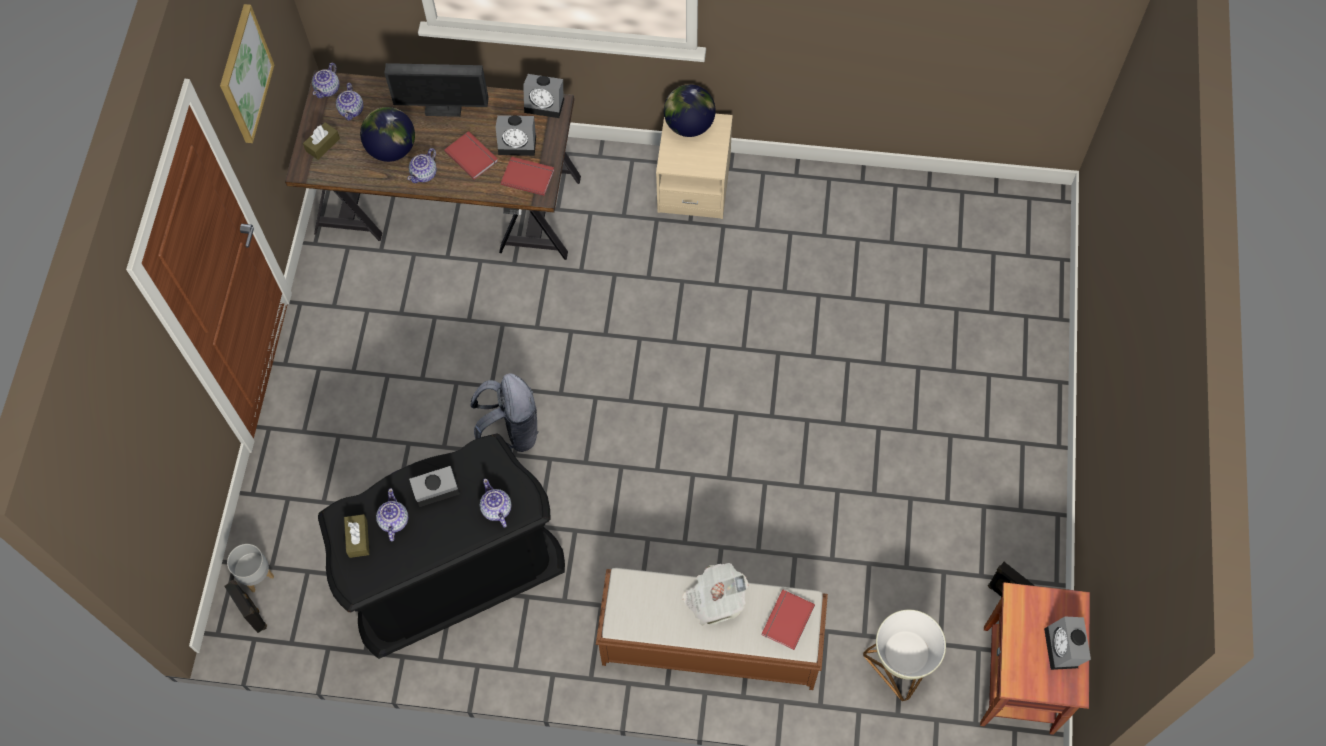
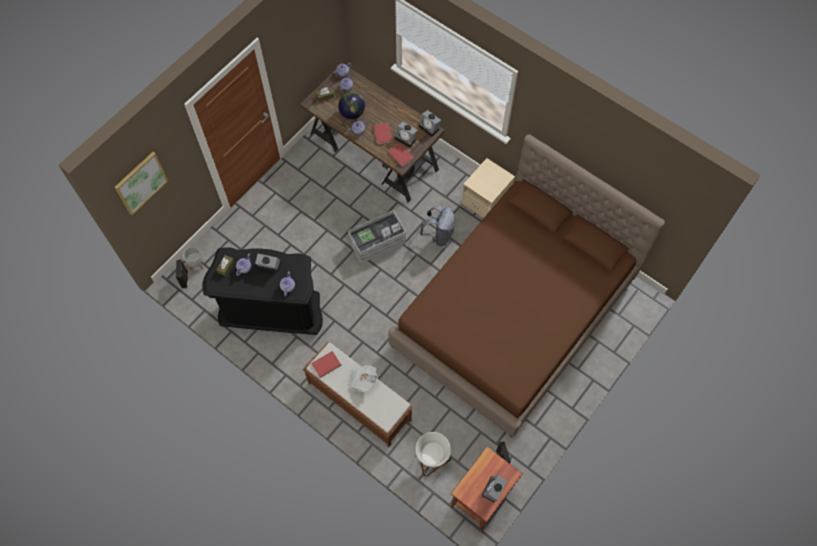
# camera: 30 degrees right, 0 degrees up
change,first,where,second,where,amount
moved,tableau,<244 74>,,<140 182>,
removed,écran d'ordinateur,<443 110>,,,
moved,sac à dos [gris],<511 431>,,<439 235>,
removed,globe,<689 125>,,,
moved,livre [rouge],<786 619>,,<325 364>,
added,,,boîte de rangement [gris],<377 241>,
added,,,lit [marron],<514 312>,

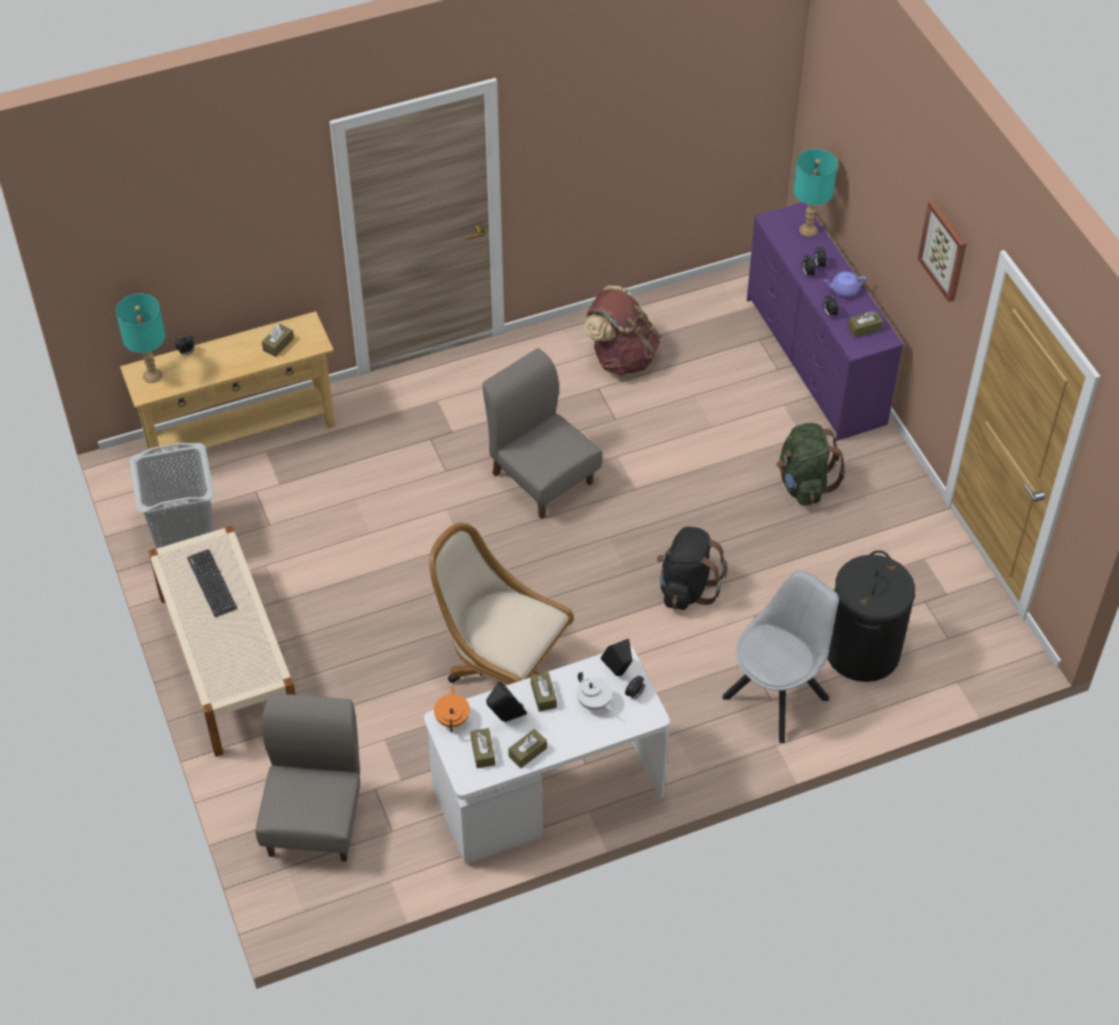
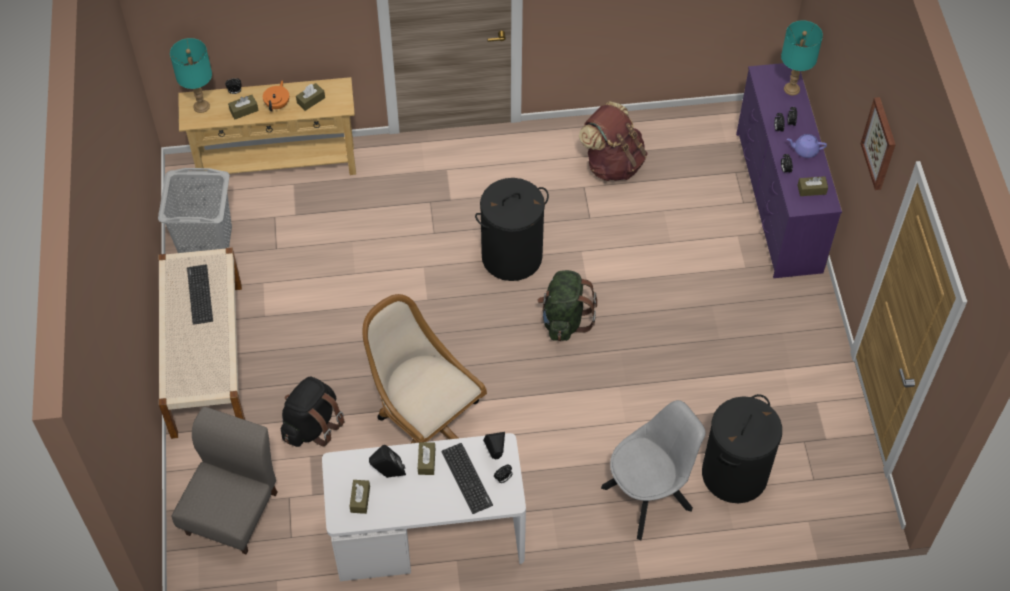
# camera: 15 degrees right, 5 degrees up
change,first,where,second,where,amount
moved,théière [orange],<453 719>,,<278 104>,
replaced,chaise [gris],<542 477>,panier à linge [noir],<512 256>,
moved,boîte à mouchoirs [marron],<527 752>,,<244 110>,
replaced,théière [blanc],<594 703>,clavier,<467 478>,
moved,sac à dos [noir],<686 588>,,<312 425>,
moved,sac à dos [vert],<804 484>,,<564 320>,

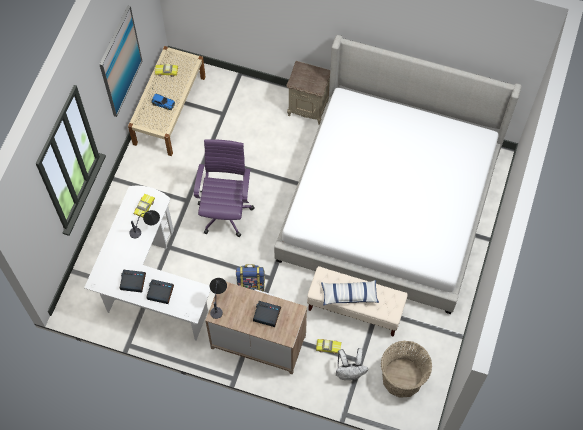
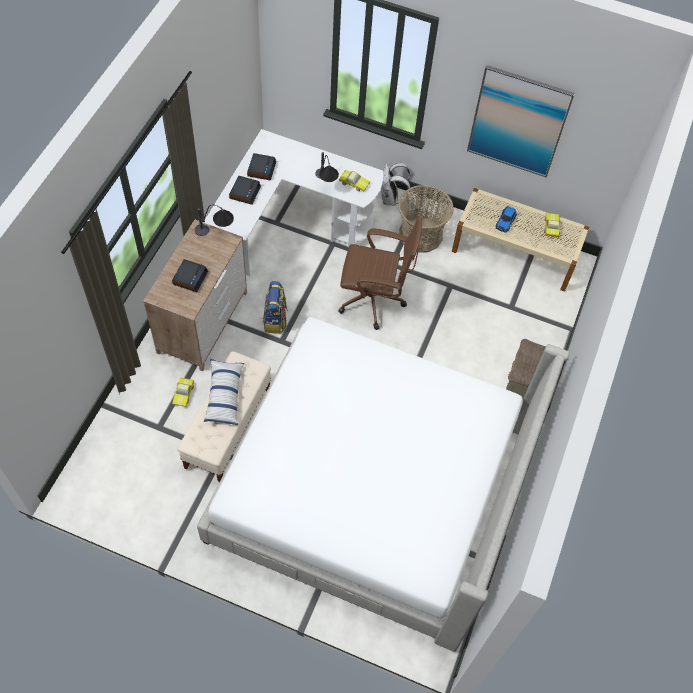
# camera: 90 degrees right, 5 degrees down
change,first,where,second,where,amount
recoloured,chaise de bureau [violet],<225 211>,chaise de bureau [marron],<375 301>,
moved,sac à dos [blanc],<349 372>,,<391 199>,
moved,panier,<402 378>,,<420 235>,

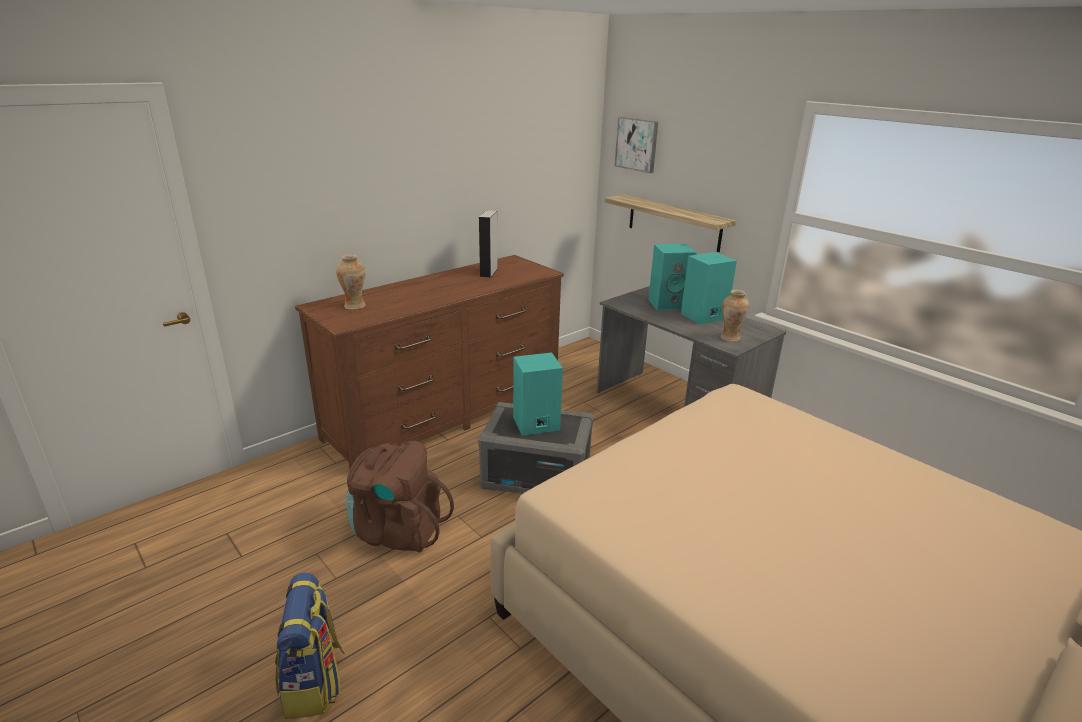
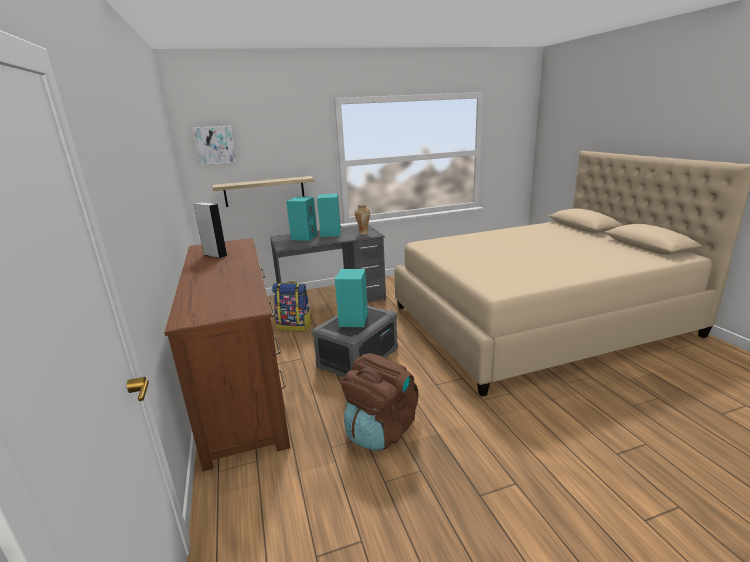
# camera: 65 degrees left, 5 degrees down
change,first,where,second,where,amount
moved,sac à dos,<314 683>,,<295 326>,
removed,vase,<354 306>,,,

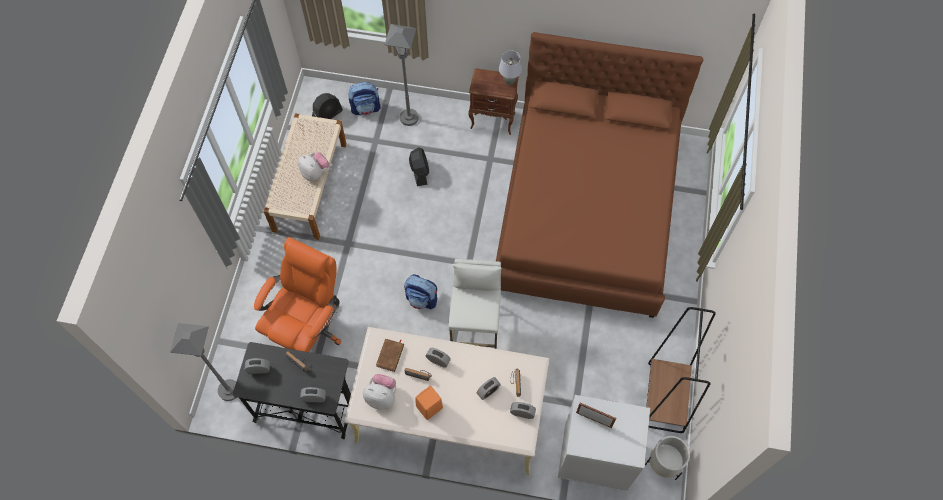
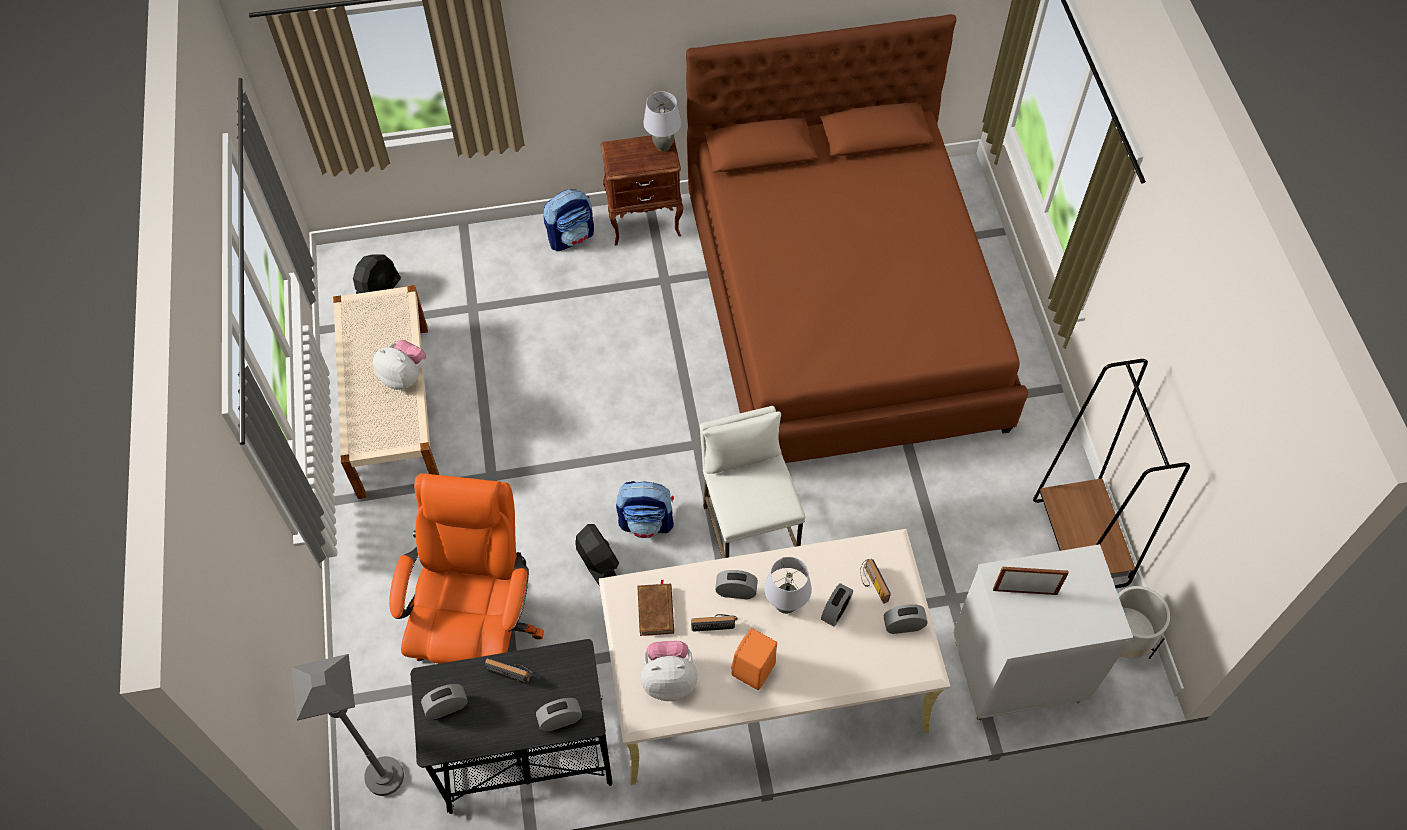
# camera: 20 degrees left, 5 degrees down
change,first,where,second,where,amount
moved,sac à dos,<366 108>,,<571 237>,
removed,lampadaire [gris],<409 118>,,,
moved,ventilateur [noir],<419 171>,,<598 564>,
added,,,lampe de table [gris],<785 605>,

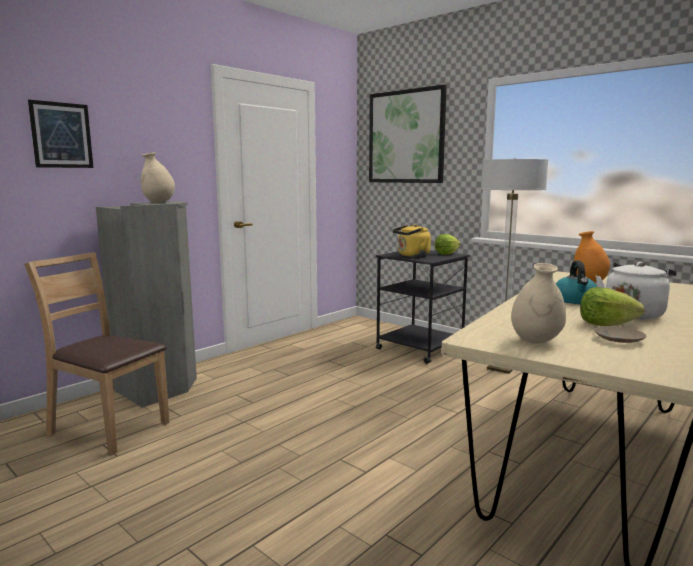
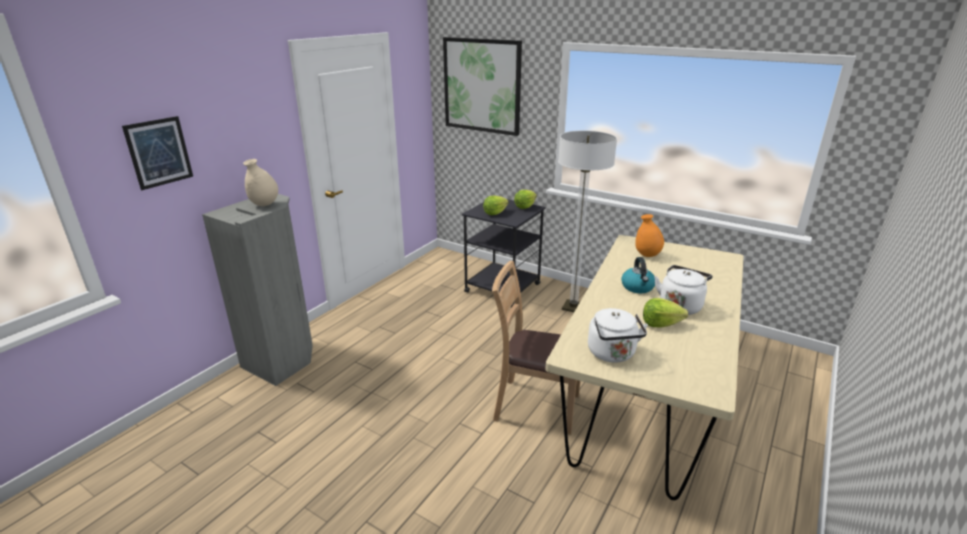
# camera: 10 degrees left, 15 degrees up
change,first,where,second,where,amount
moved,chaise [marron],<109 427>,,<535 406>,
replaced,bouilloire [jaune],<412 255>,laitue,<495 213>,
replaced,vase [beige],<536 341>,bouilloire [blanc],<613 354>,
removed,assiette [beige],<618 339>,,,

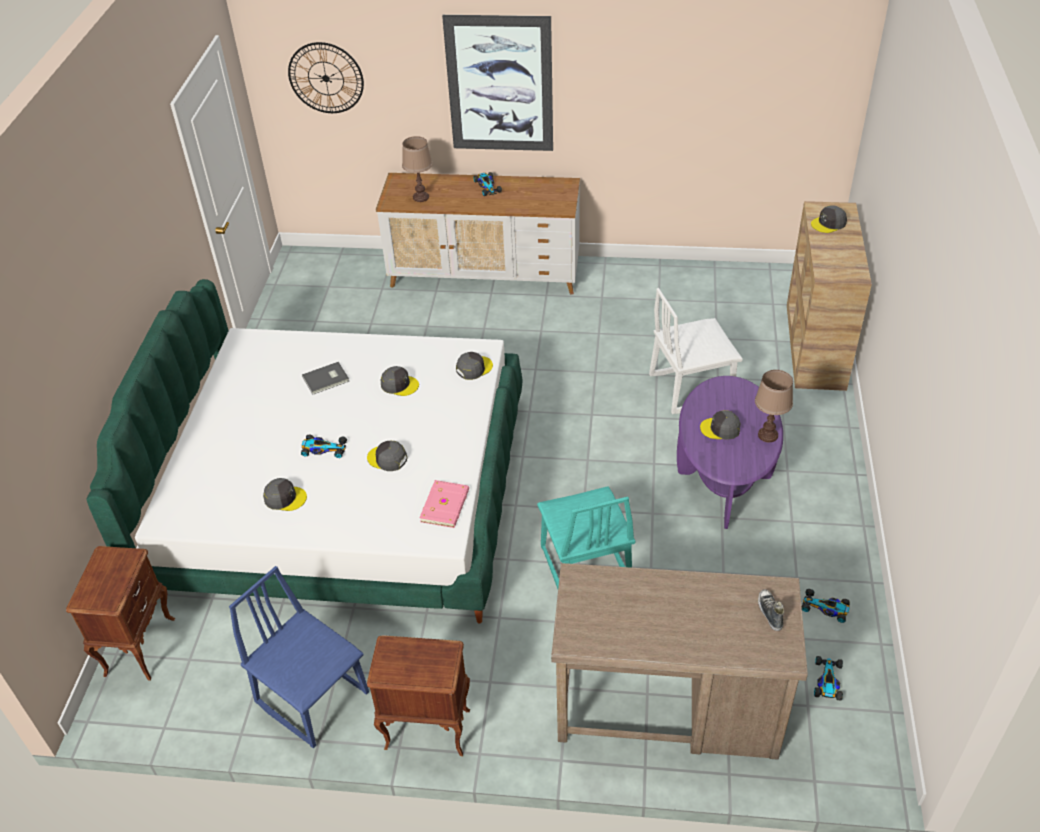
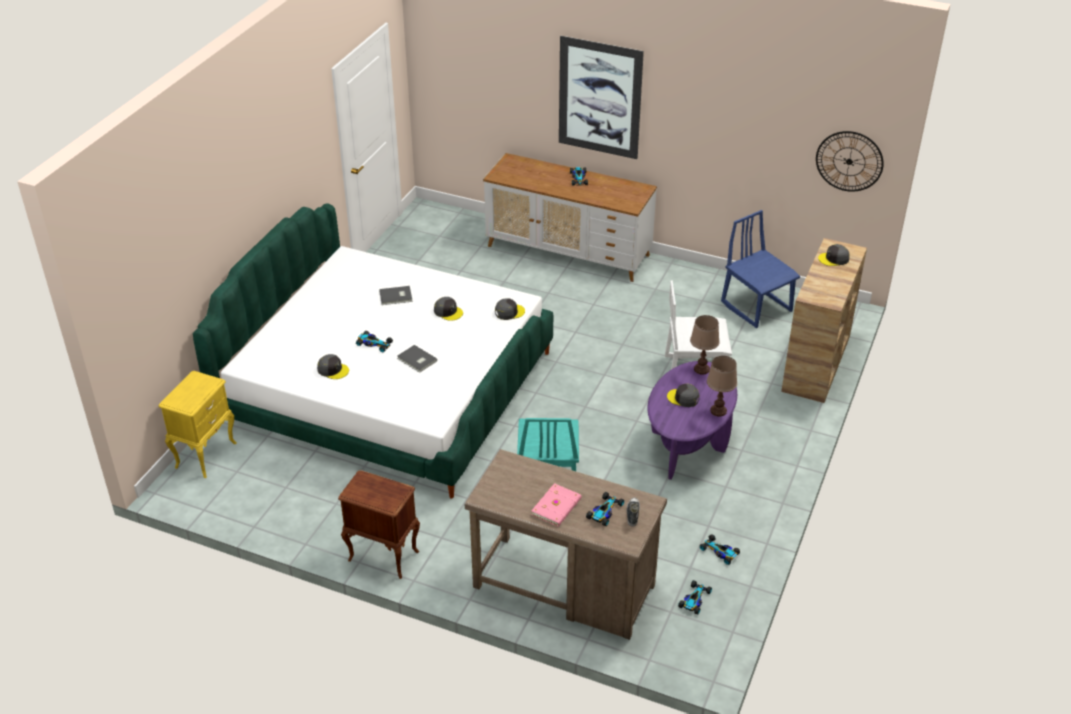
# camera: 15 degrees right, 5 degrees down
change,first,where,second,where,amount
recoloured,table de chevet [marron],<140 646>,table de chevet [jaune],<206 455>,
moved,chaise [bleu],<313 697>,,<757 307>,
moved,horloge murale,<326 78>,,<849 161>,
replaced,casquette [gris],<387 459>,livre [gris],<416 360>,
moved,lampe de table [marron],<421 197>,,<701 369>,
moved,livre [rose],<446 505>,,<557 507>,
added,,,petite voiture,<604 512>,

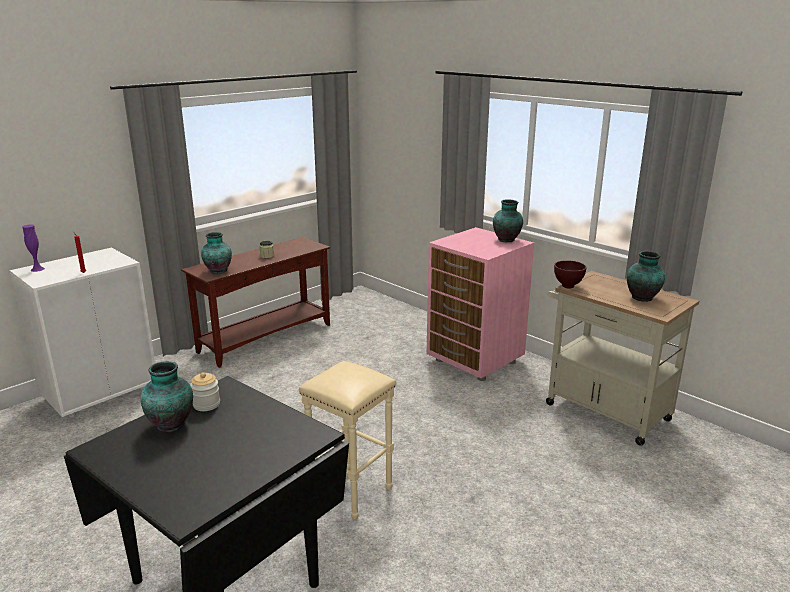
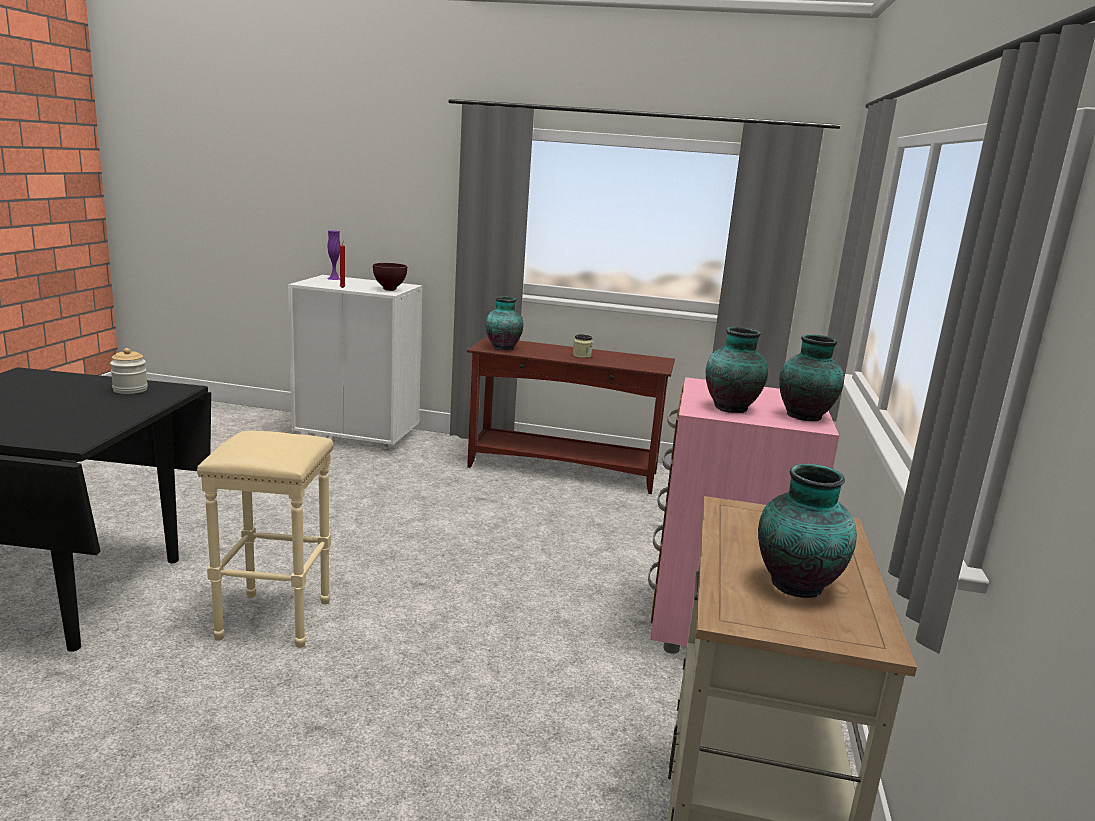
# camera: 55 degrees right, 5 degrees down
change,first,where,second,where,amount
moved,vase,<171 424>,,<732 408>,
moved,bol [marron],<567 287>,,<388 289>,

